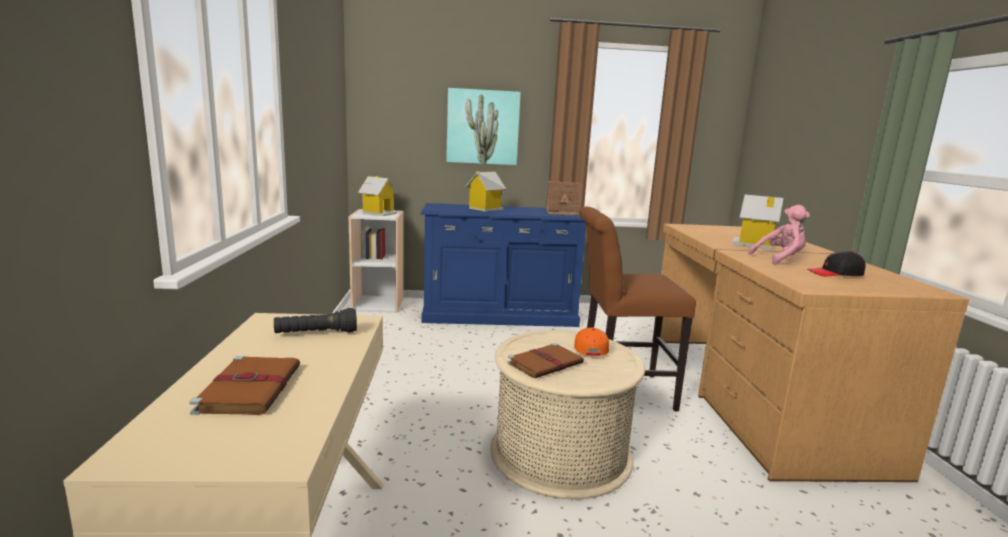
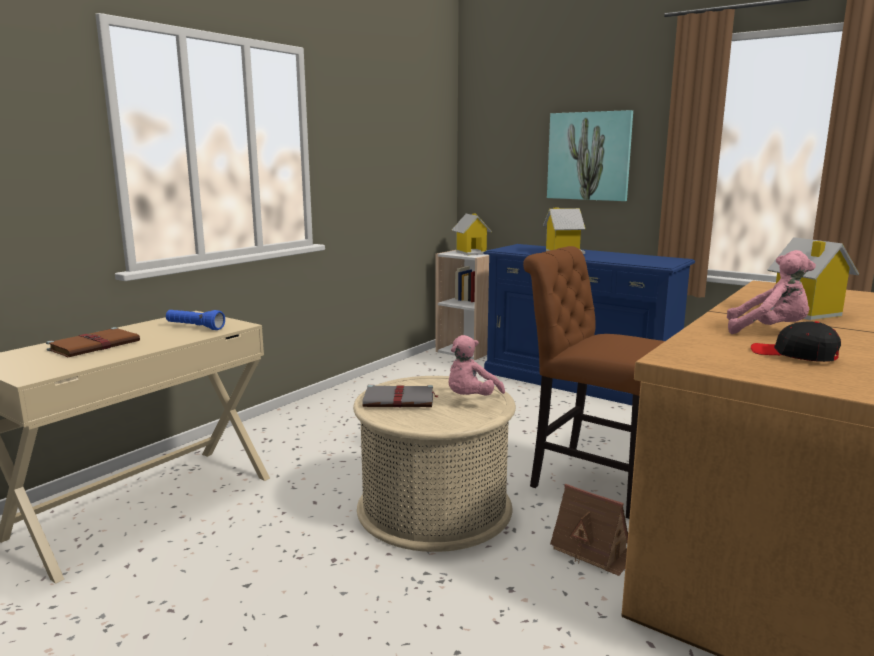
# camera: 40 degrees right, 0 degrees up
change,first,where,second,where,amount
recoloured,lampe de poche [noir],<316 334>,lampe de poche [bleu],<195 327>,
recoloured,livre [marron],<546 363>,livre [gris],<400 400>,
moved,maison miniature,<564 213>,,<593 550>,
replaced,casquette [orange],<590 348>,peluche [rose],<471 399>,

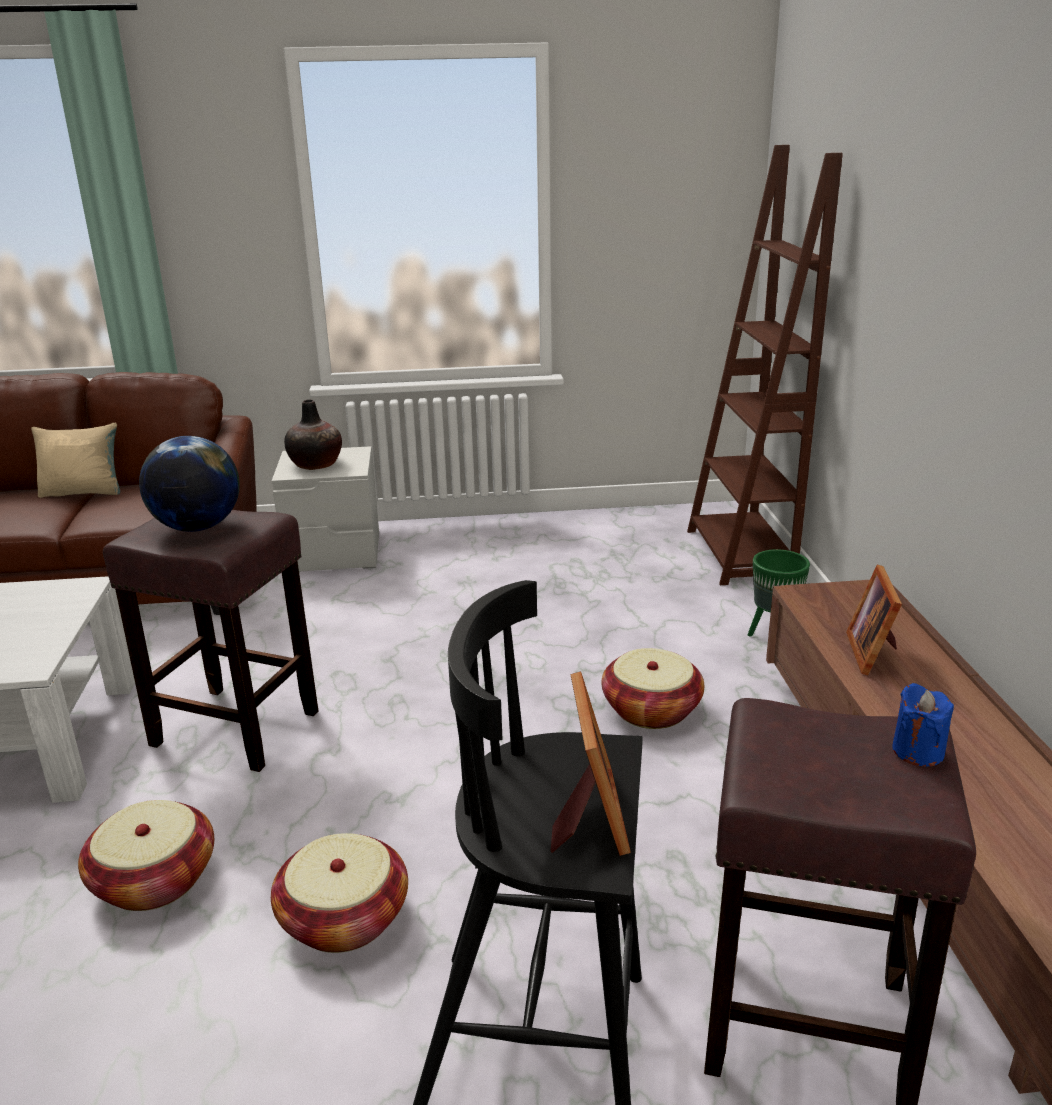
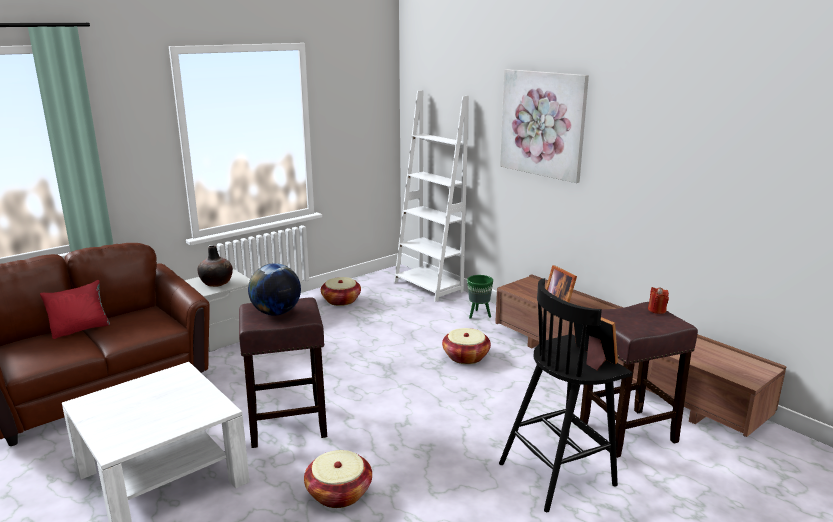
# camera: 35 degrees left, 5 degrees down
change,first,where,second,where,amount
recoloured,coussin [beige],<83 492>,coussin [rouge],<80 329>,
moved,panier,<344 918>,,<341 300>,
recoloured,bibliothèque [marron],<740 554>,bibliothèque [blanc],<428 287>,
recoloured,bougie [bleu],<918 751>,bougie [rouge],<657 310>,
added,,,tableau,<542 124>,

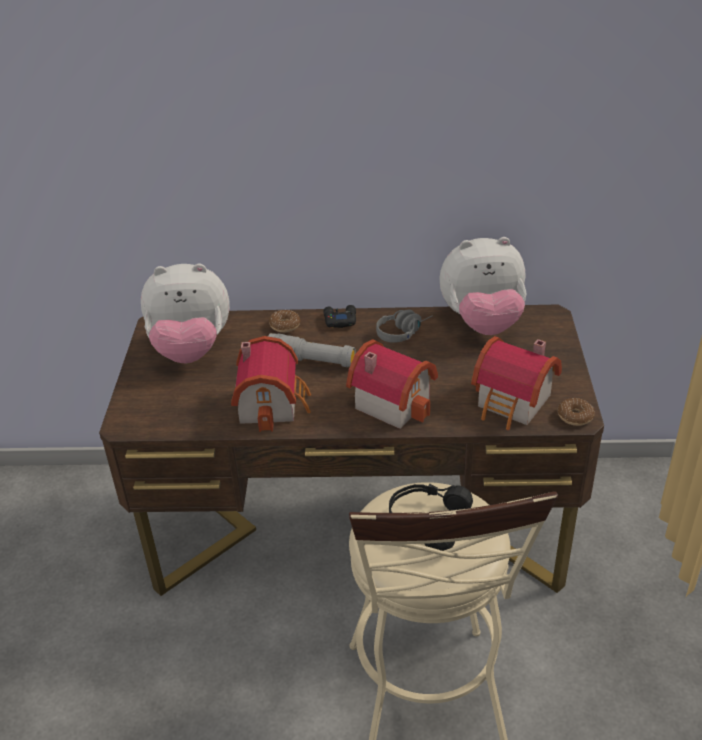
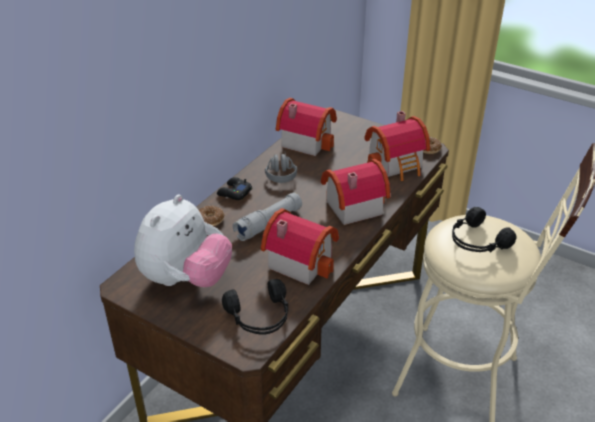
# camera: 60 degrees left, 0 degrees up
change,first,where,second,where,amount
replaced,peluche,<482 323>,maison miniature,<306 140>,
added,,,casque audio [noir],<260 317>,

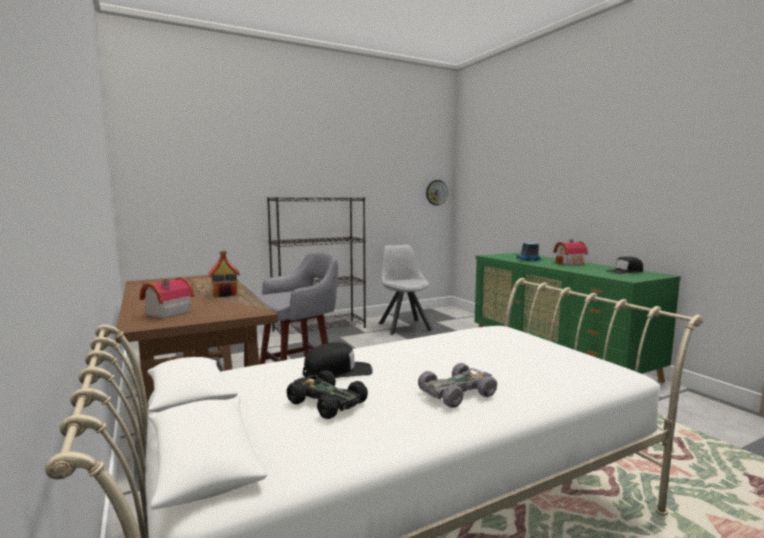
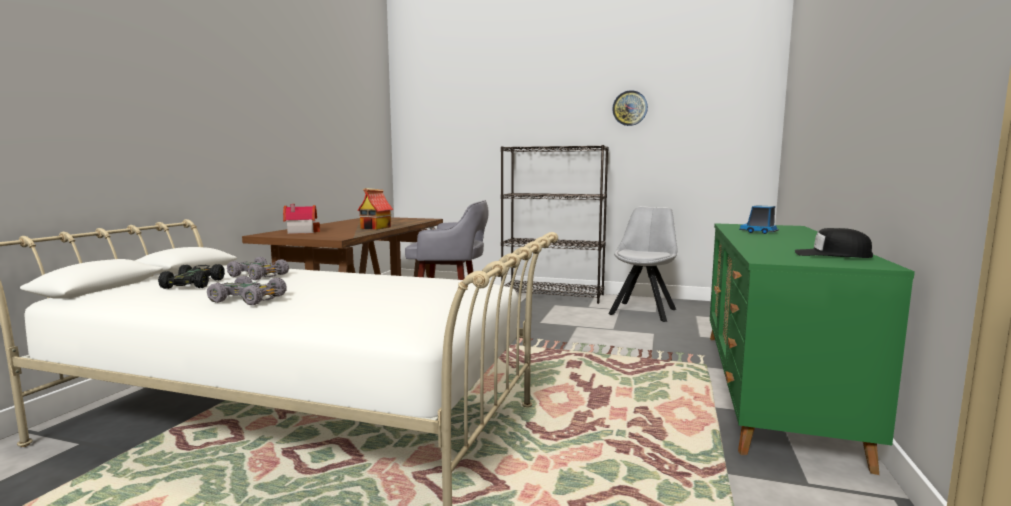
# camera: 45 degrees right, 0 degrees up
change,first,where,second,where,amount
replaced,casquette [noir],<337 371>,petite voiture [gris],<259 275>,
moved,horloge murale,<436 192>,,<630 108>,
removed,maison miniature,<571 263>,,,

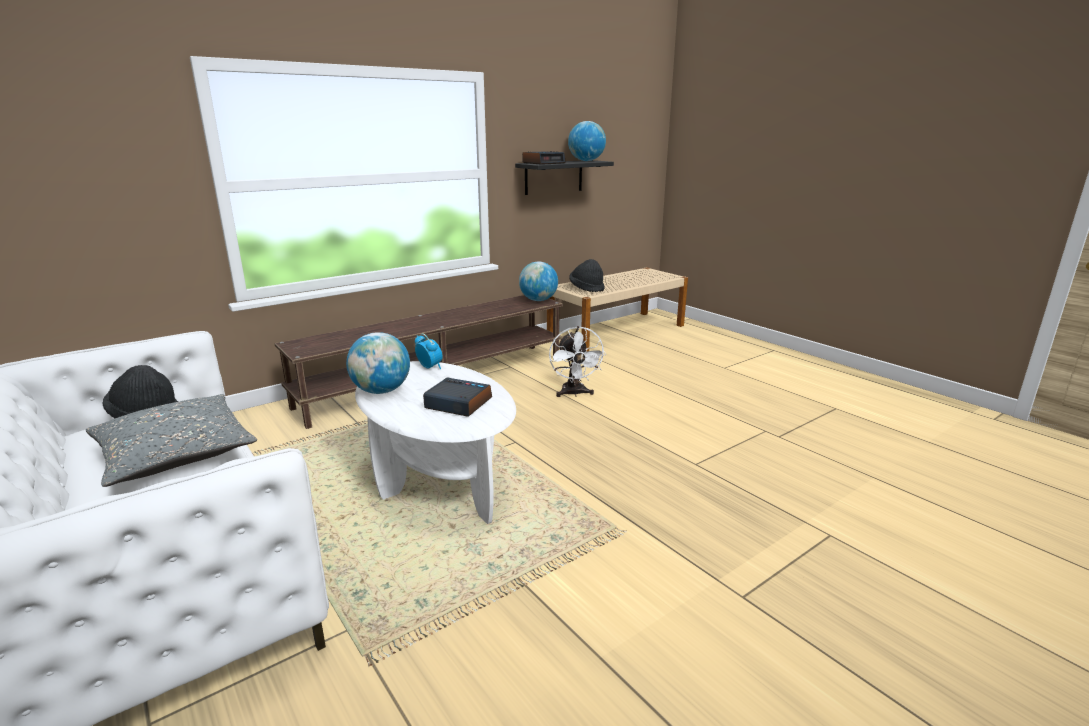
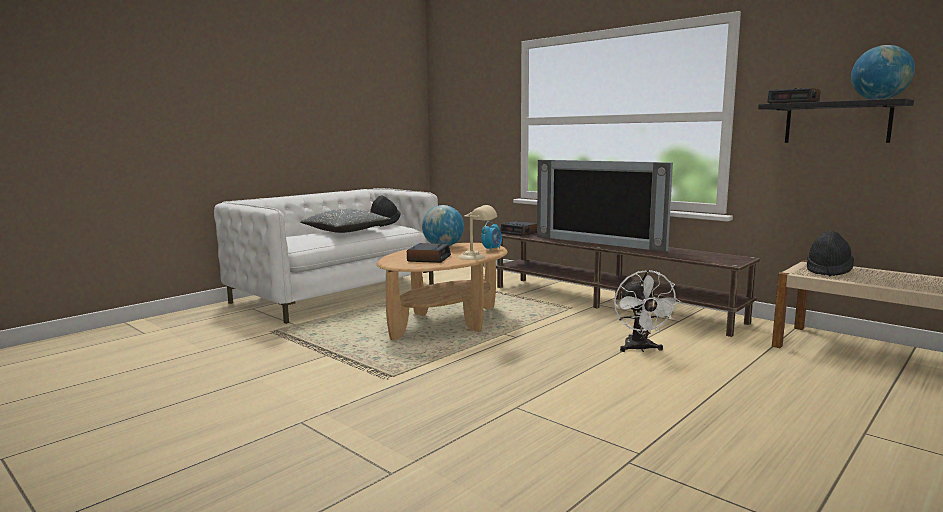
# camera: 80 degrees right, 10 degrees down
change,first,where,second,where,amount
recoloured,table basse [blanc],<439 479>,table basse [marron],<446 323>,
removed,globe,<538 300>,,,
turned,ventilateur [blanc],<574 394>,,<640 349>,75 degrees counterclockwise
added,,,lampe de table [beige],<477 257>,
added,,,réveil,<520 233>,
added,,,téléviseur,<600 242>,

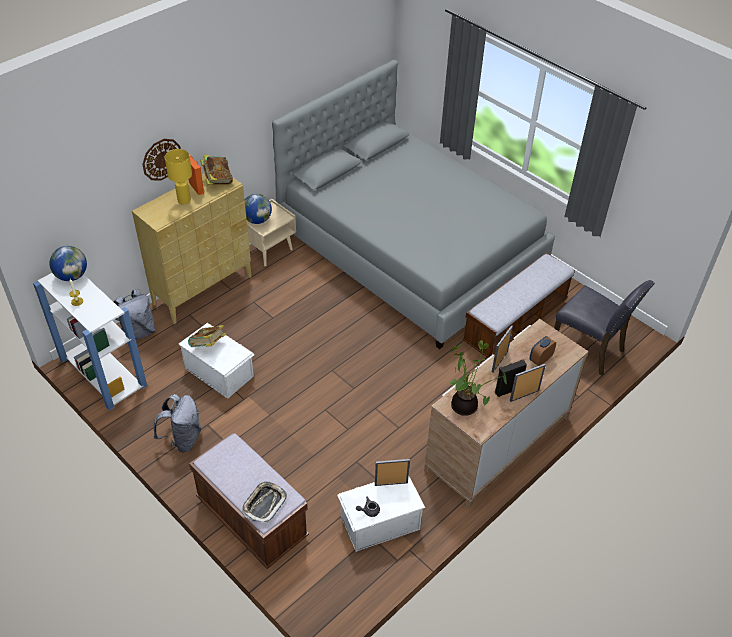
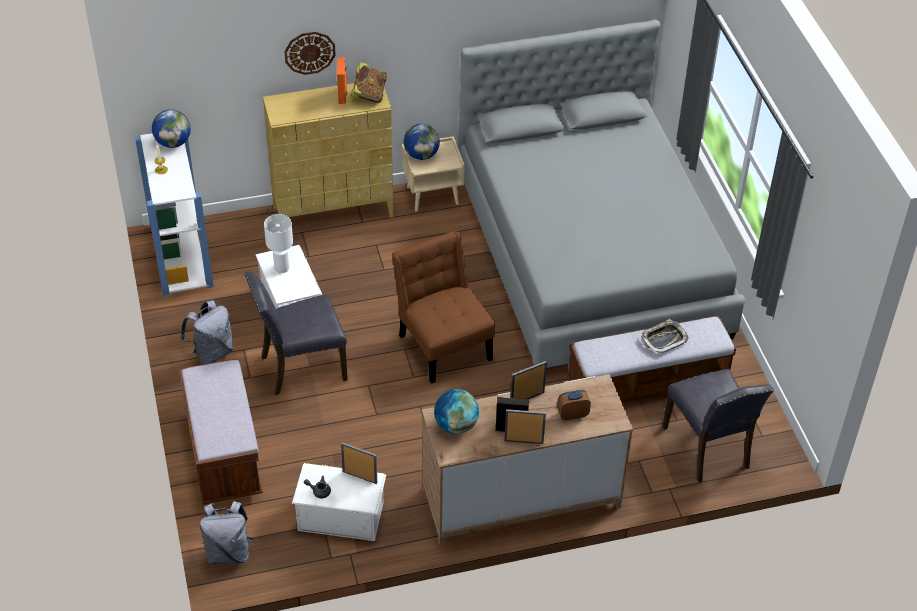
# camera: 30 degrees right, 0 degrees up
change,first,where,second,where,amount
moved,sac à dos [gris],<138 332>,,<228 552>,
removed,lampe de table [jaune],<184 200>,,,
replaced,livre,<208 346>,lampe de table [blanc],<282 268>,
moved,plateau,<264 504>,,<664 339>,
replaced,plante en pot,<466 406>,globe,<456 425>,
added,,,chaise [gris],<301 367>,
added,,,chaise [marron],<443 343>,

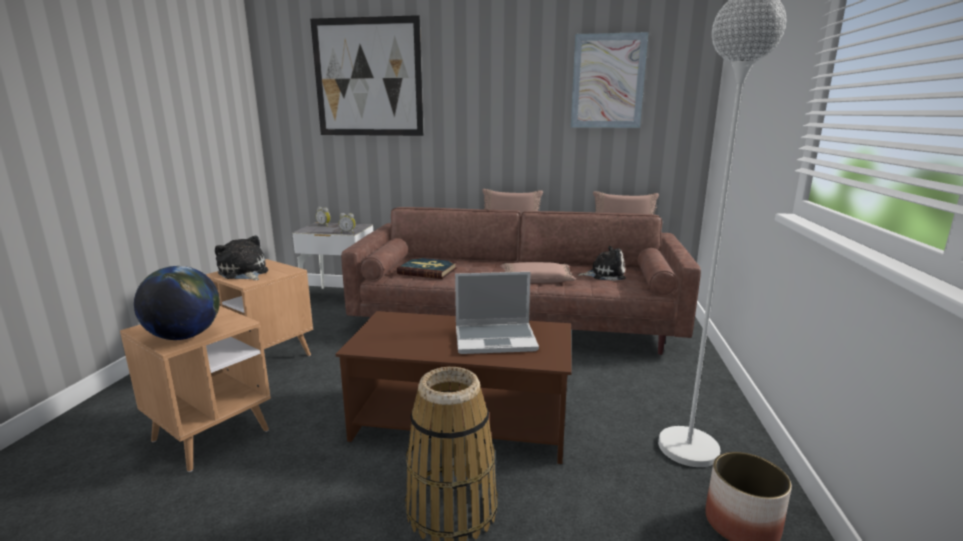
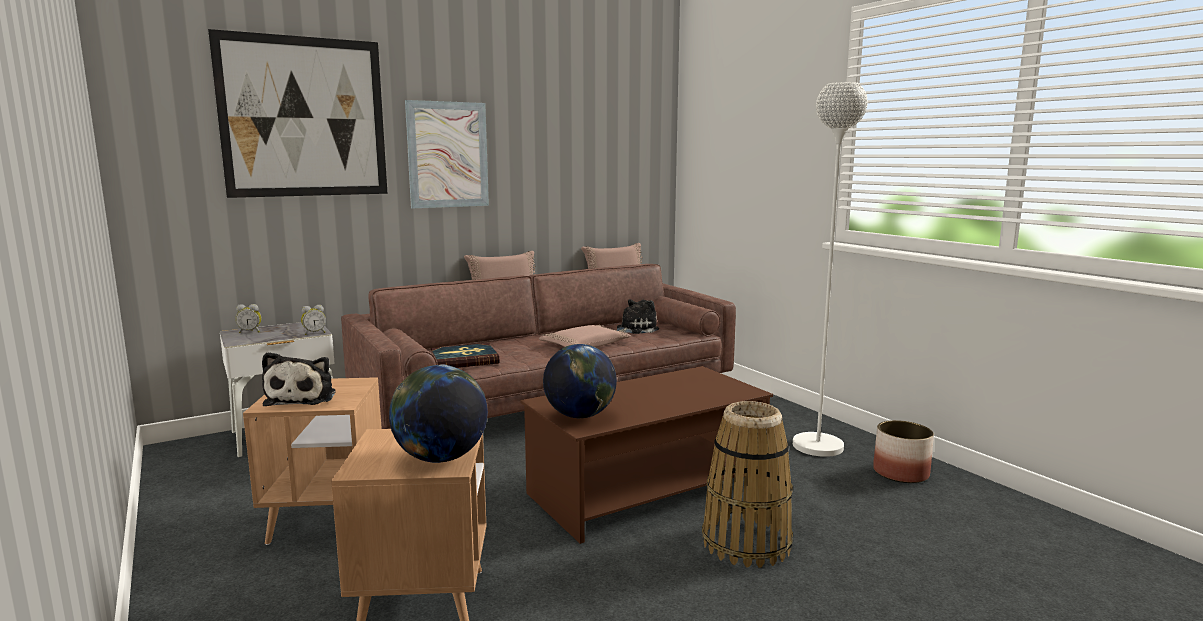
# camera: 40 degrees left, 5 degrees down
change,first,where,second,where,amount
turned,peluche,<244 273>,,<303 397>,105 degrees counterclockwise
removed,ordinateur portable,<496 339>,,,
moved,tableau,<607 81>,,<448 155>,
added,,,globe,<580 416>,

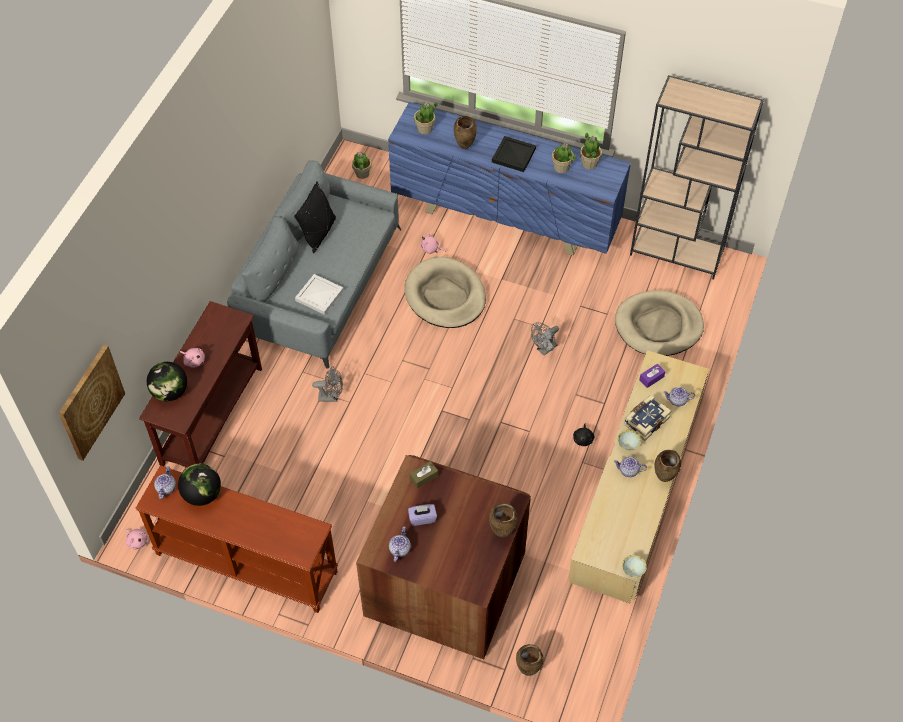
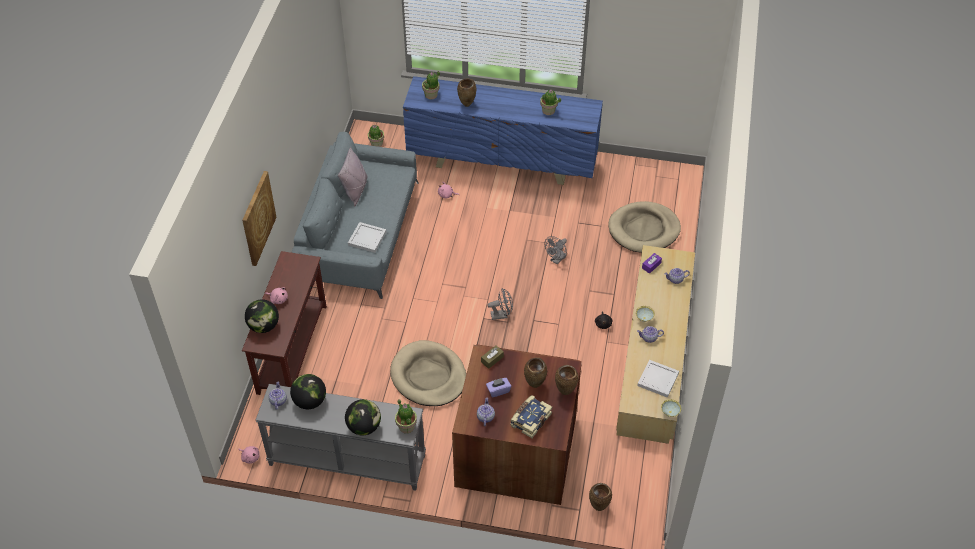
# camera: 10 degrees left, 5 degrees down
change,first,where,second,where,amount
moved,tableau,<90 402>,,<257 218>,
recoloured,table console [marron],<245 564>,table console [gris],<346 461>,
recoloured,coussin [noir],<319 233>,coussin [violet],<355 190>,
moved,ventilateur [gris],<331 397>,,<502 315>,
moved,panier pour chien [beige],<445 296>,,<428 376>,
removed,plateau [noir],<514 156>,,,
moved,plante en pot,<589 163>,,<406 426>,
moved,livre,<645 421>,,<530 419>,
removed,bibliothèque,<677 252>,,,
moved,vase [marron],<664 478>,,<535 385>,
added,,,globe,<364 427>,
added,,,plateau [blanc],<658 379>,

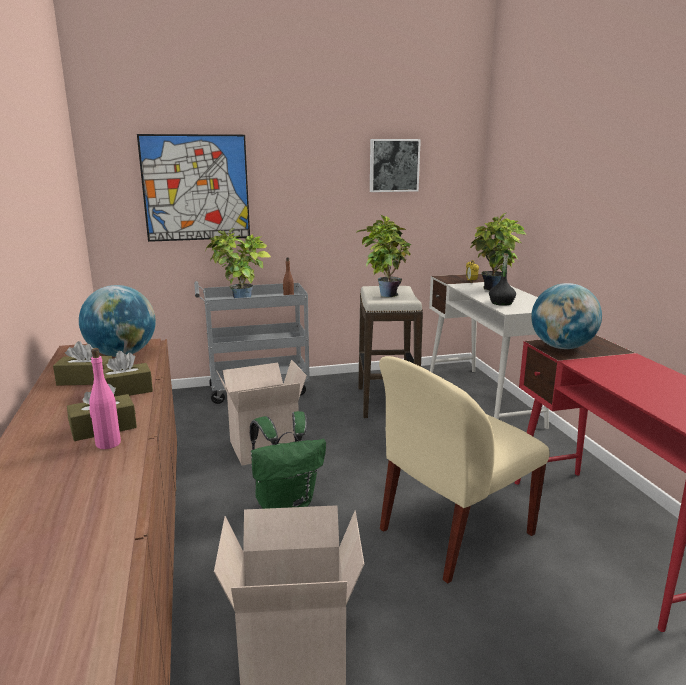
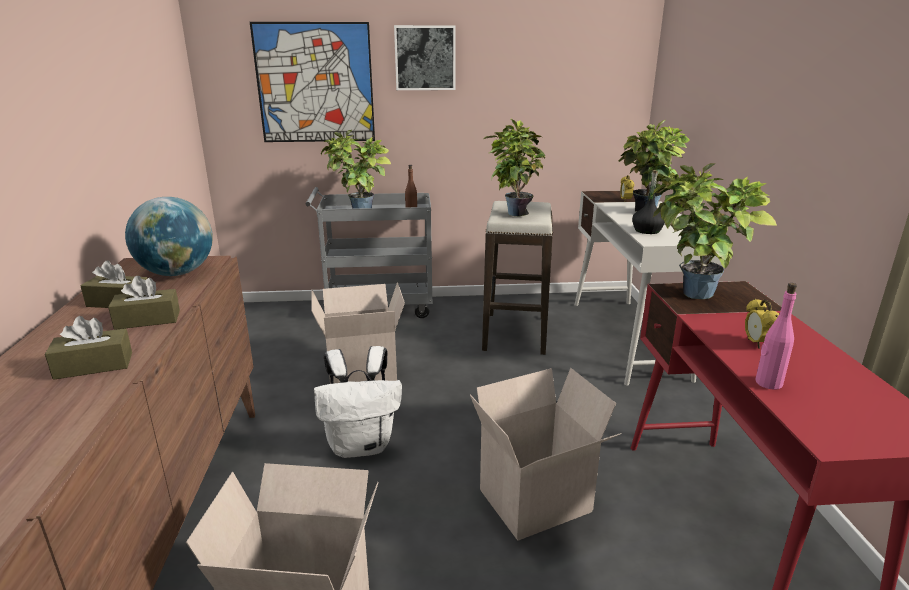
# camera: 10 degrees right, 5 degrees up
change,first,where,second,where,amount
moved,bouteille [rose],<108 444>,,<768 383>,
recoloured,sac à dos [vert],<286 503>,sac à dos [blanc],<362 445>,
moved,tableau,<393 165>,,<425 58>,
replaced,chaise [beige],<453 533>,carton,<535 503>,
replaced,globe,<561 347>,plante en pot,<691 296>,
added,,,réveil,<757 344>,

